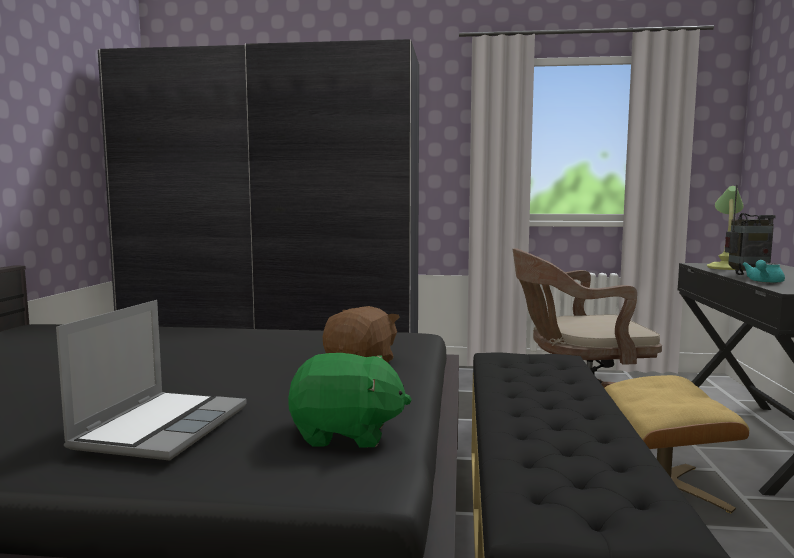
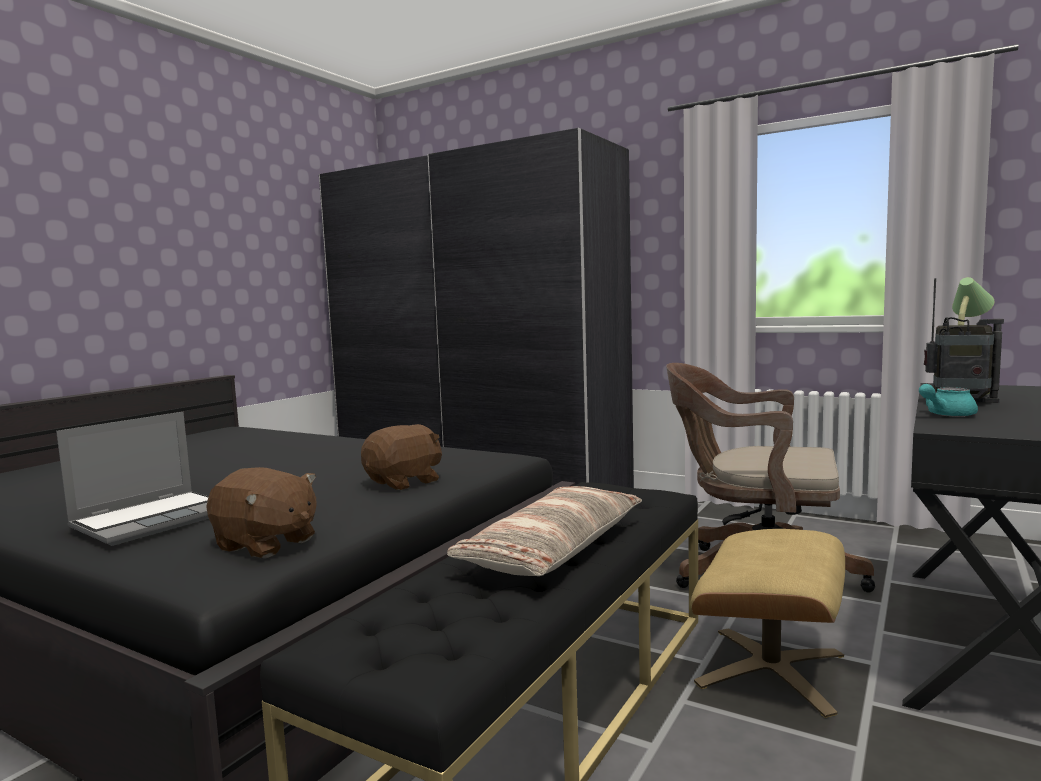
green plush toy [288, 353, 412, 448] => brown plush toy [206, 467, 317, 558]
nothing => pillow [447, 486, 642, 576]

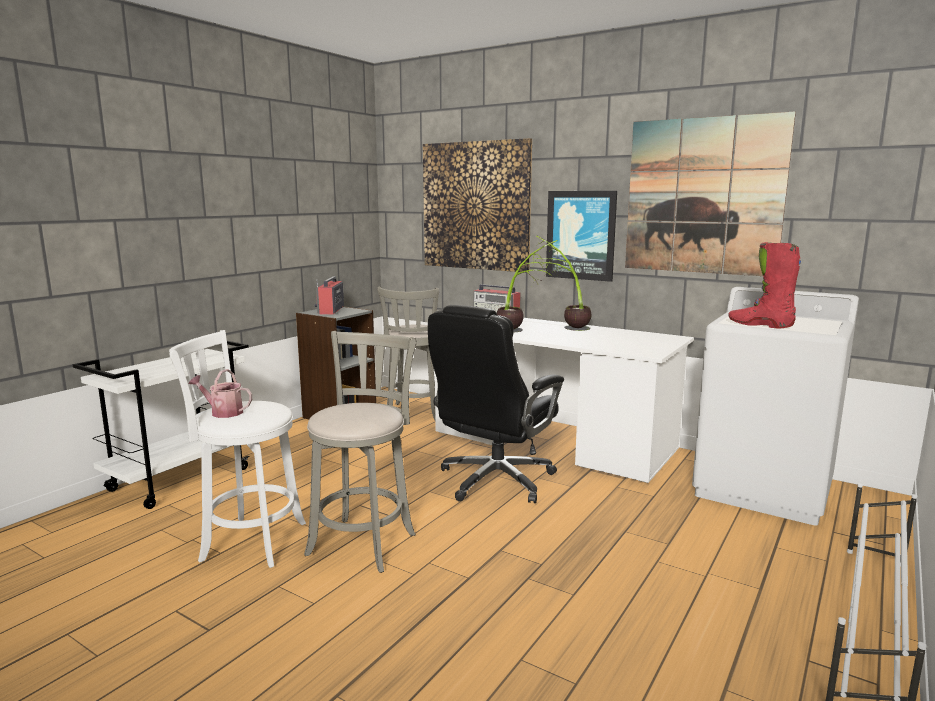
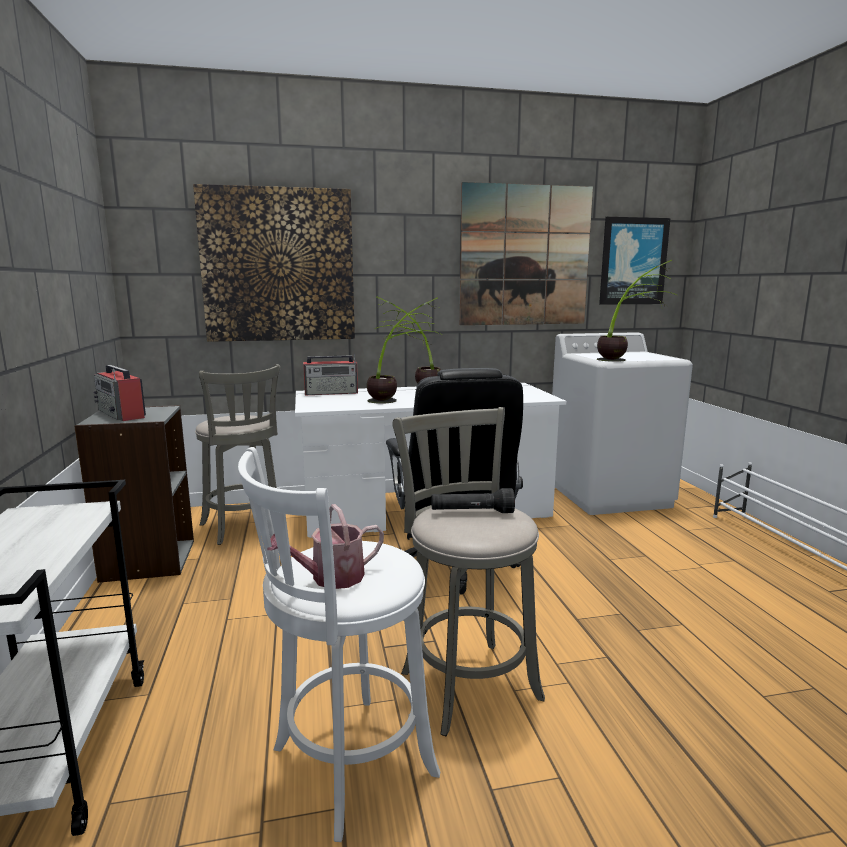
picture [546, 191, 617, 282] => picture [599, 217, 670, 305], relocated
red boot [728, 242, 801, 328] => potted plant [597, 260, 676, 362]
nothing => black flashlight [431, 488, 515, 513]

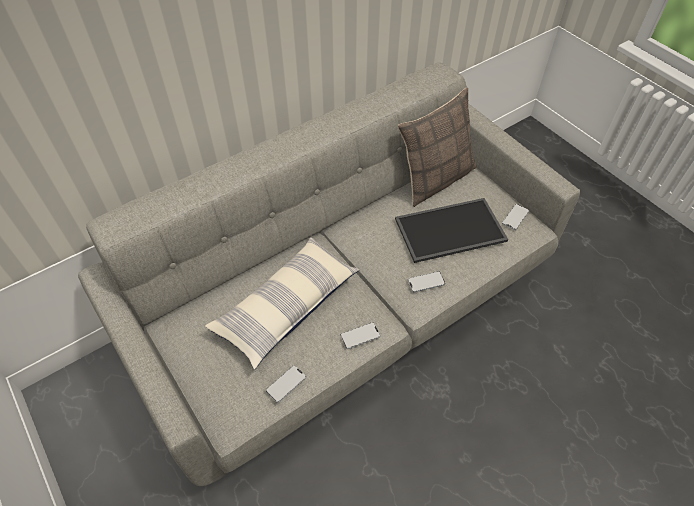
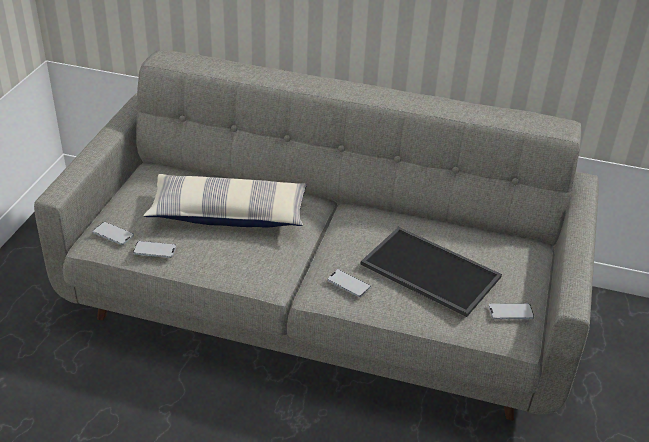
phone [340, 322, 380, 349] => phone [93, 222, 134, 245], relocated
pillow [398, 88, 477, 207] => nothing

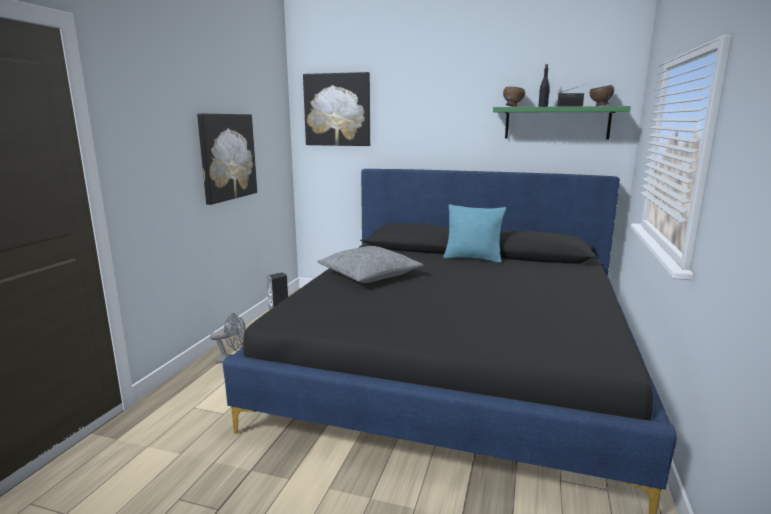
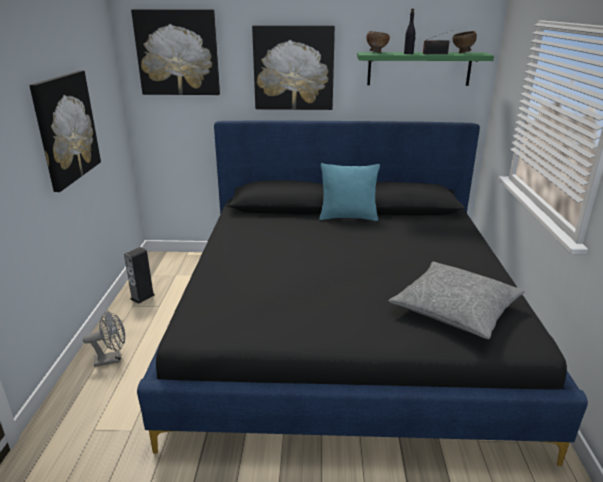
grey pillow [317, 246, 423, 283] => grey pillow [389, 262, 525, 339], relocated
nothing => picture [252, 25, 335, 110]

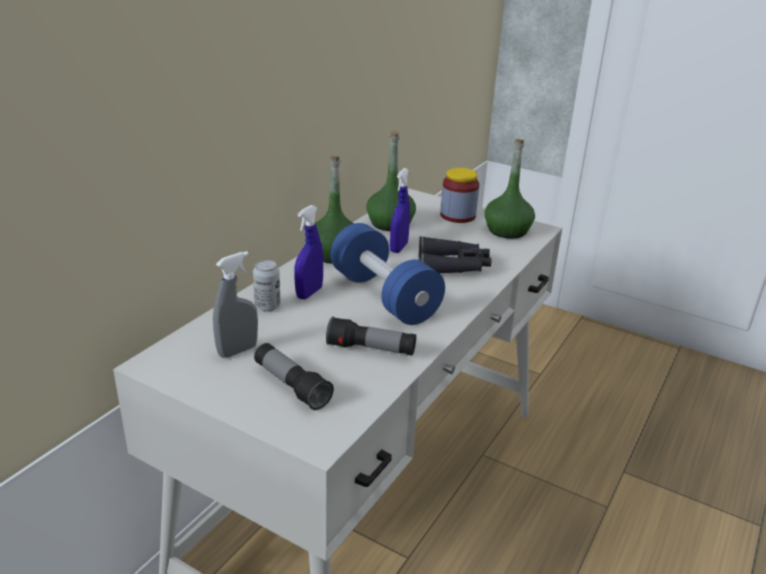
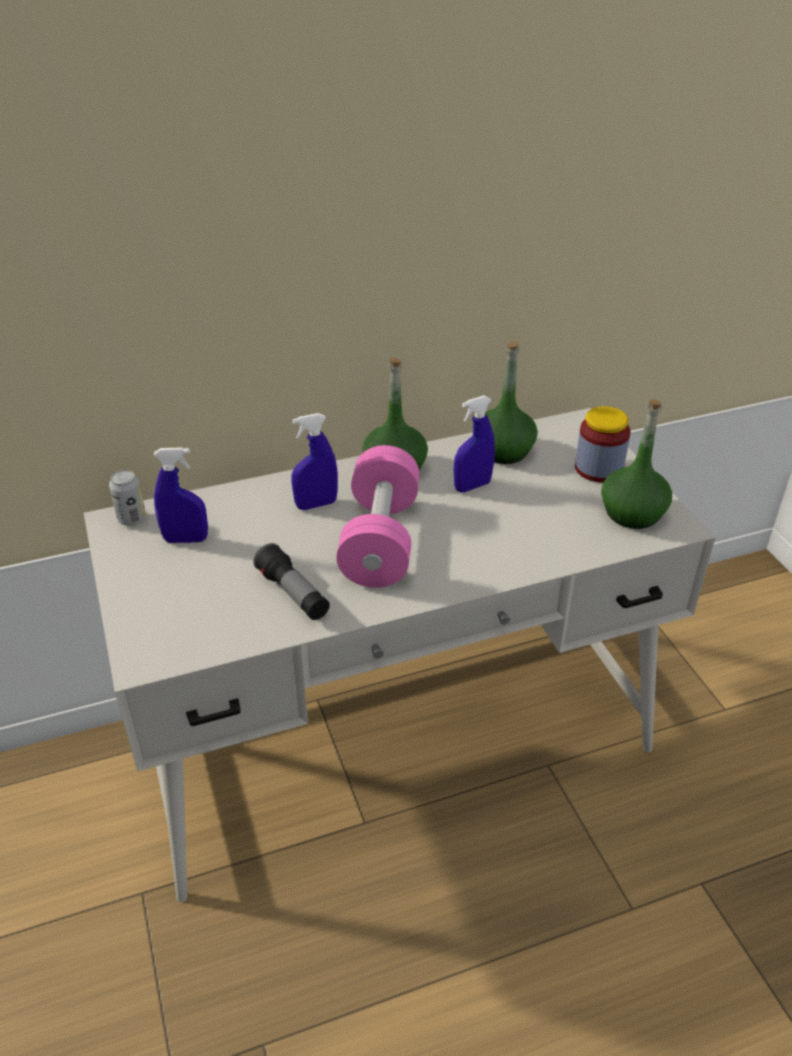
grey spray bottle [213, 251, 258, 358] => blue spray bottle [153, 447, 208, 543]
can [253, 260, 281, 312] => can [109, 470, 146, 526], relocated
flashlight [254, 343, 334, 410] => nothing
blue dumbbell [330, 223, 445, 325] => pink dumbbell [336, 445, 419, 588]
black binoculars [419, 236, 491, 273] => nothing

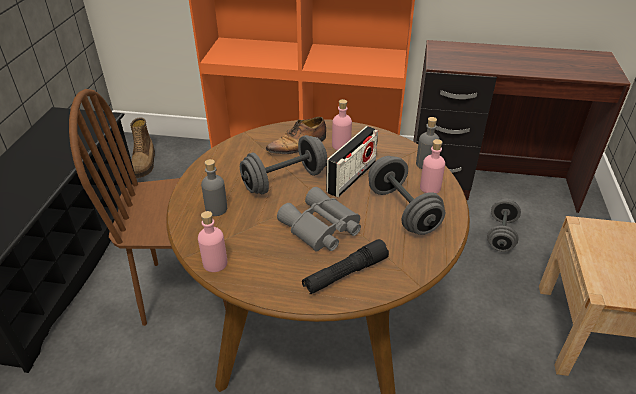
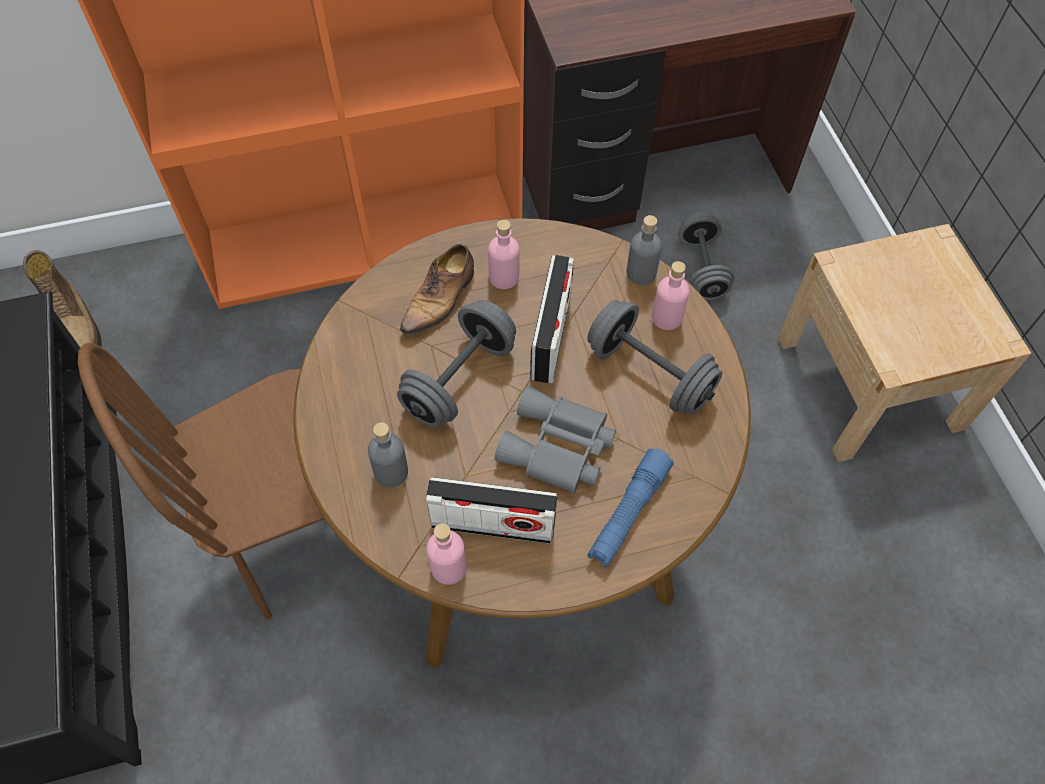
black flashlight [302, 239, 389, 294] => blue flashlight [588, 448, 674, 568]
nothing => radio [426, 477, 557, 544]

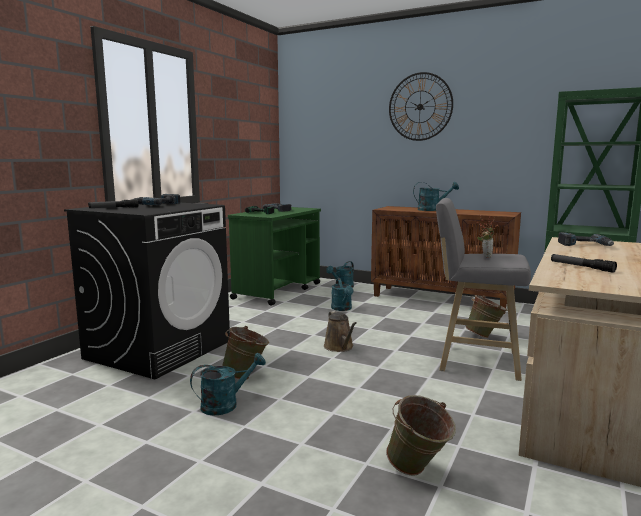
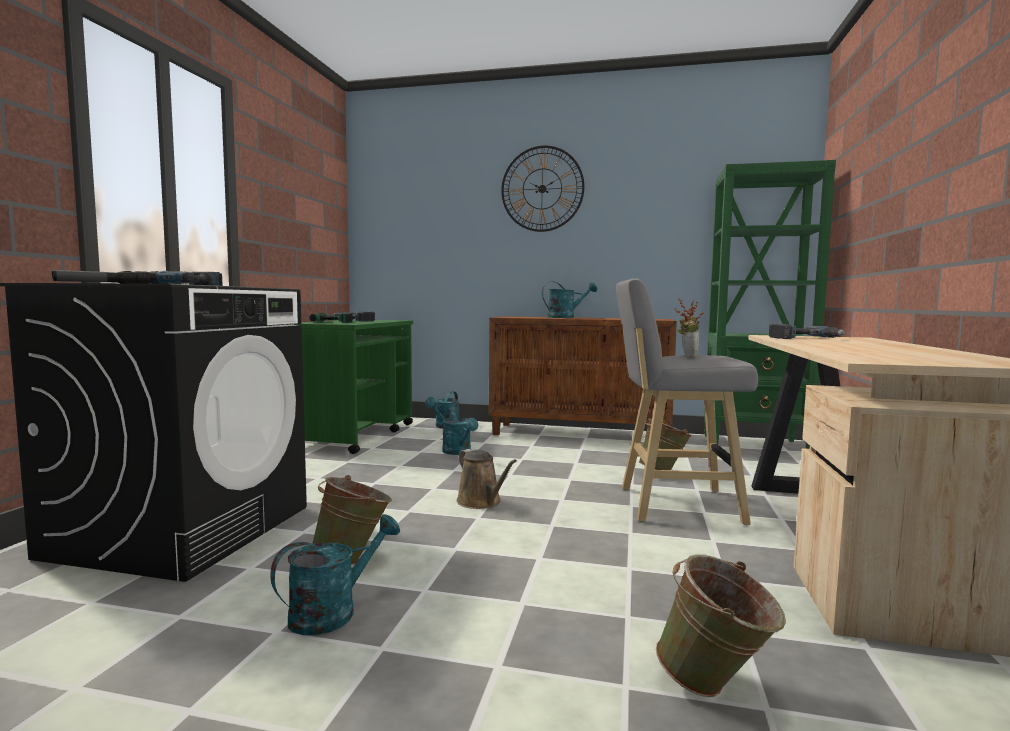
flashlight [551, 254, 617, 273] => nothing

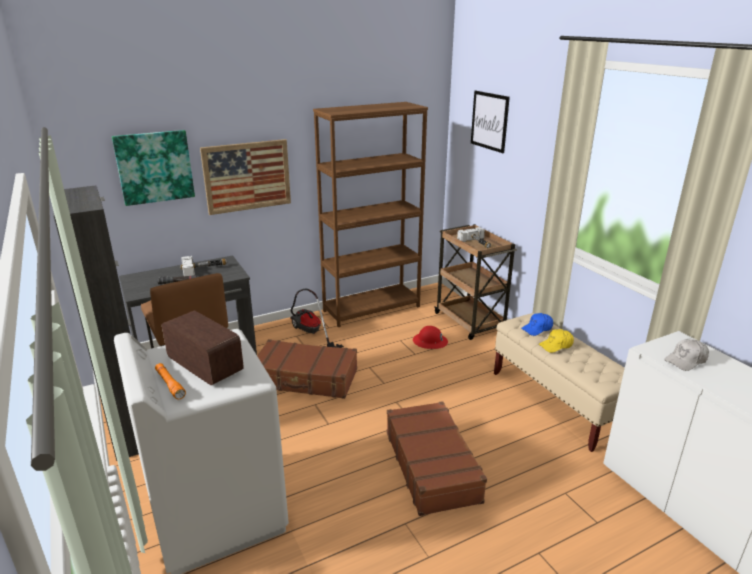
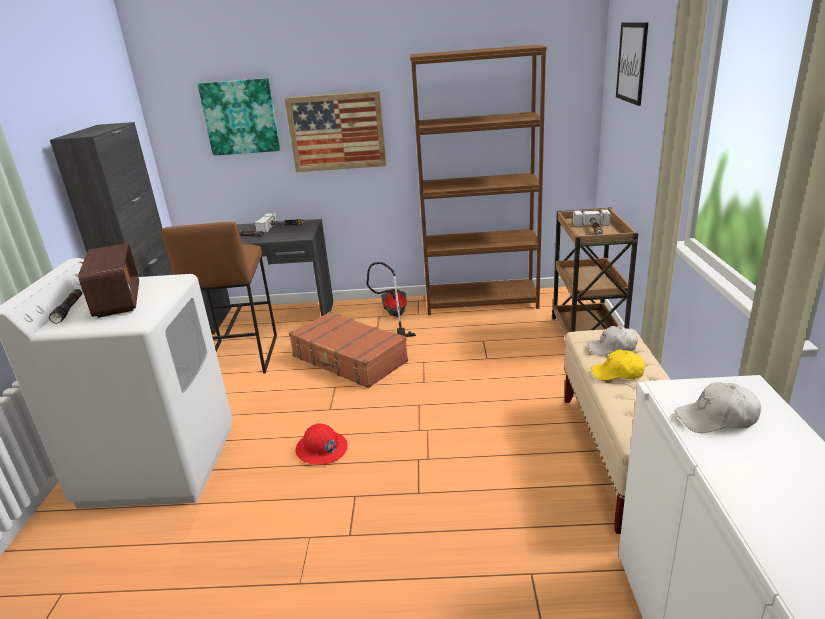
orange flashlight [155, 363, 186, 399] => black flashlight [49, 289, 82, 324]
brown suitcase [387, 401, 487, 516] => nothing
red hard hat [413, 326, 448, 349] => red hard hat [296, 423, 348, 465], relocated
blue cap [521, 313, 553, 336] => white cap [588, 326, 637, 355]

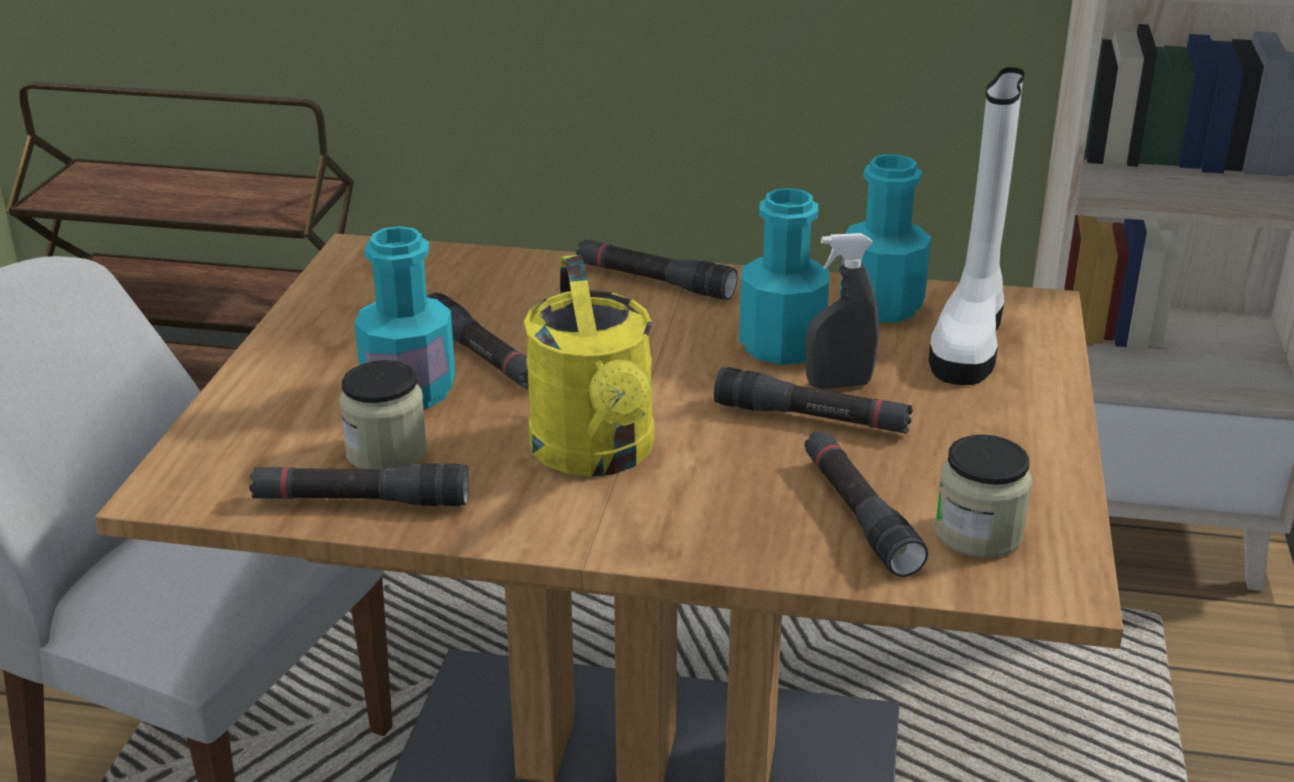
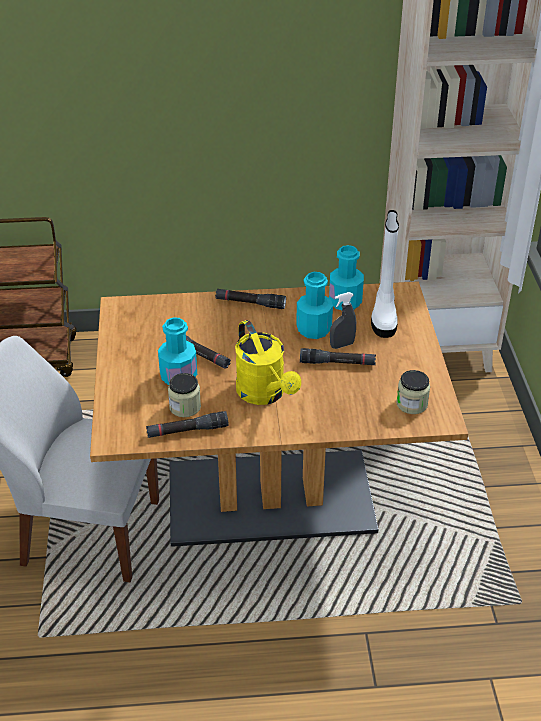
black flashlight [804, 431, 928, 577] => nothing

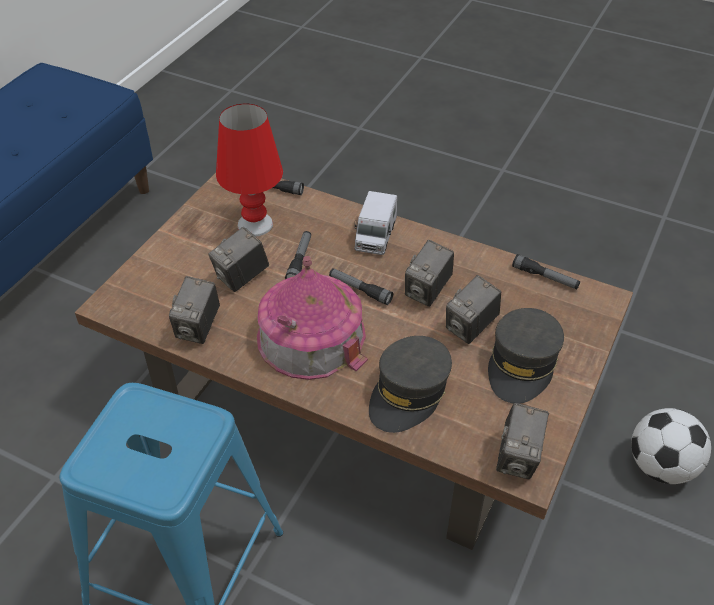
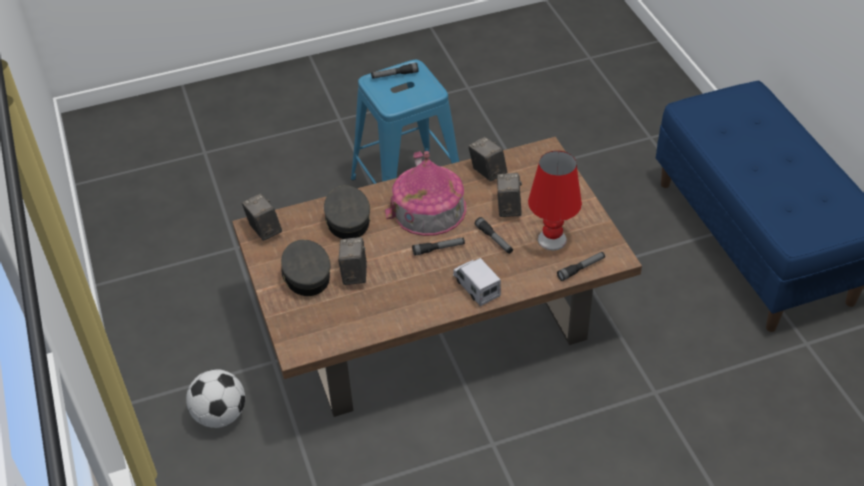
photo camera [405, 240, 454, 307] => nothing
flashlight [512, 254, 580, 289] => flashlight [371, 63, 419, 79], relocated

